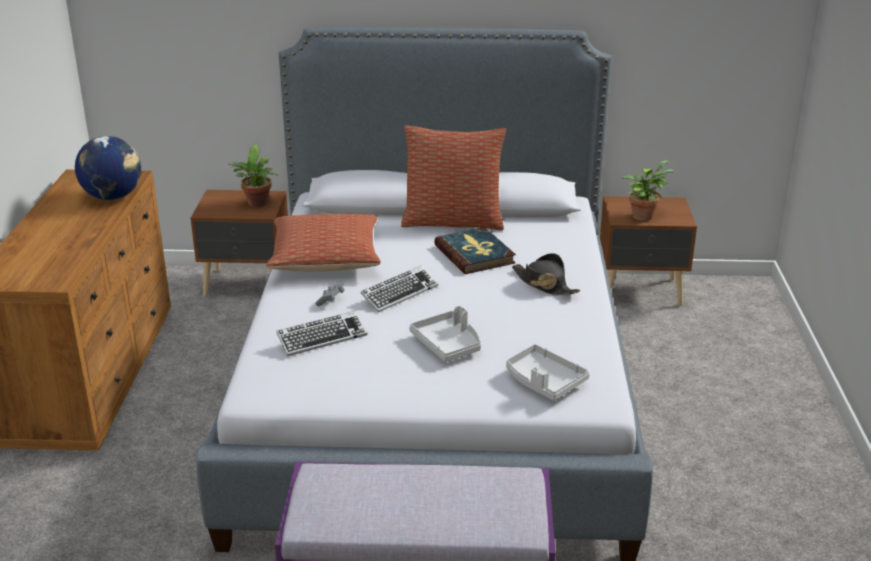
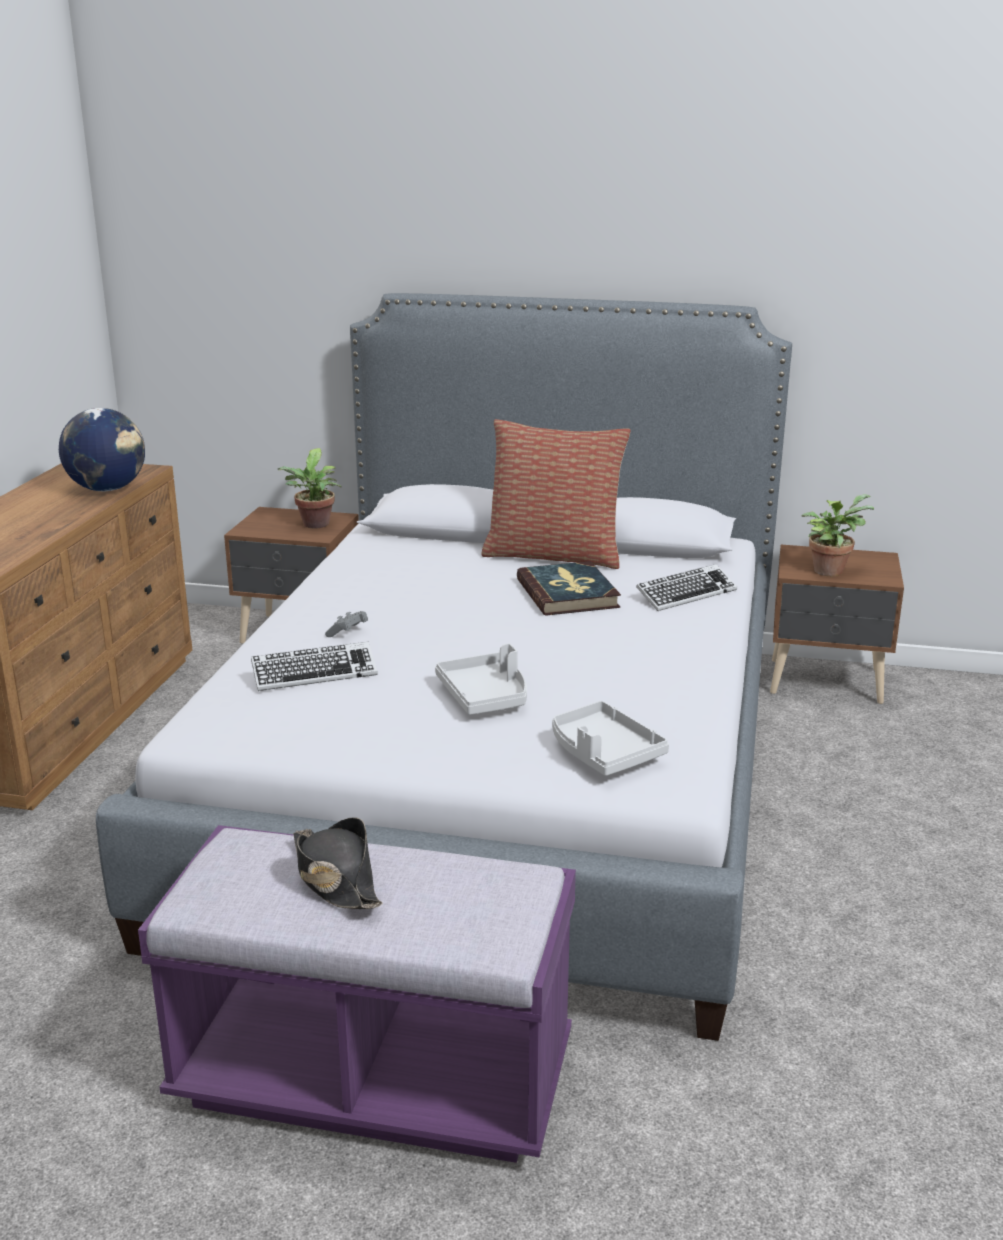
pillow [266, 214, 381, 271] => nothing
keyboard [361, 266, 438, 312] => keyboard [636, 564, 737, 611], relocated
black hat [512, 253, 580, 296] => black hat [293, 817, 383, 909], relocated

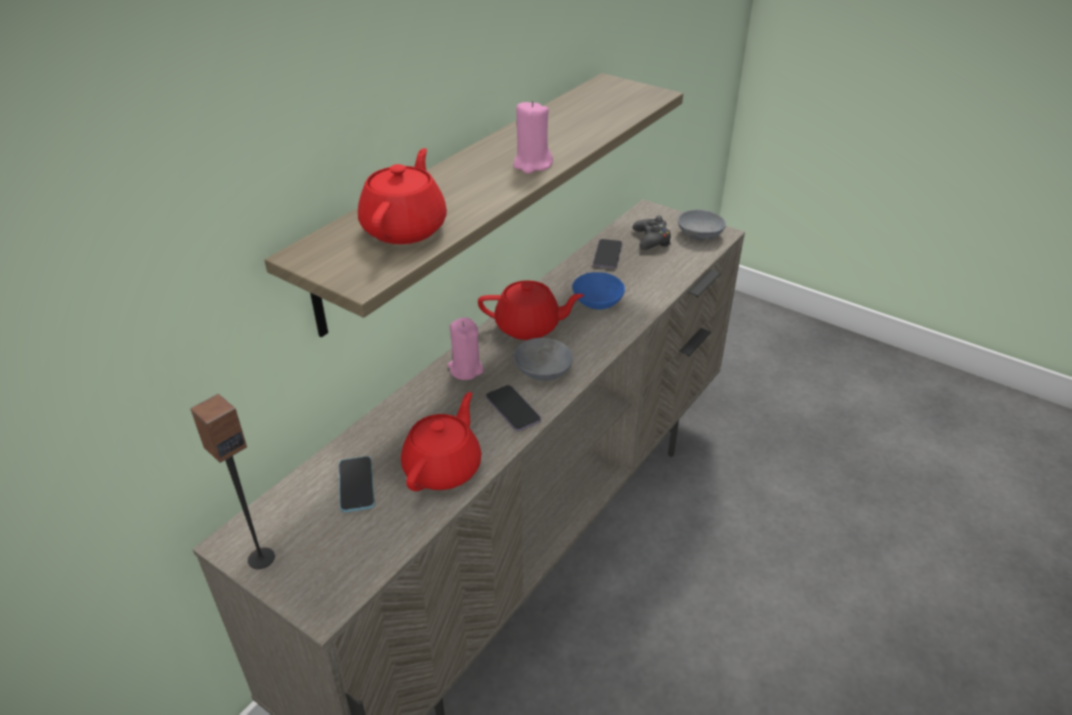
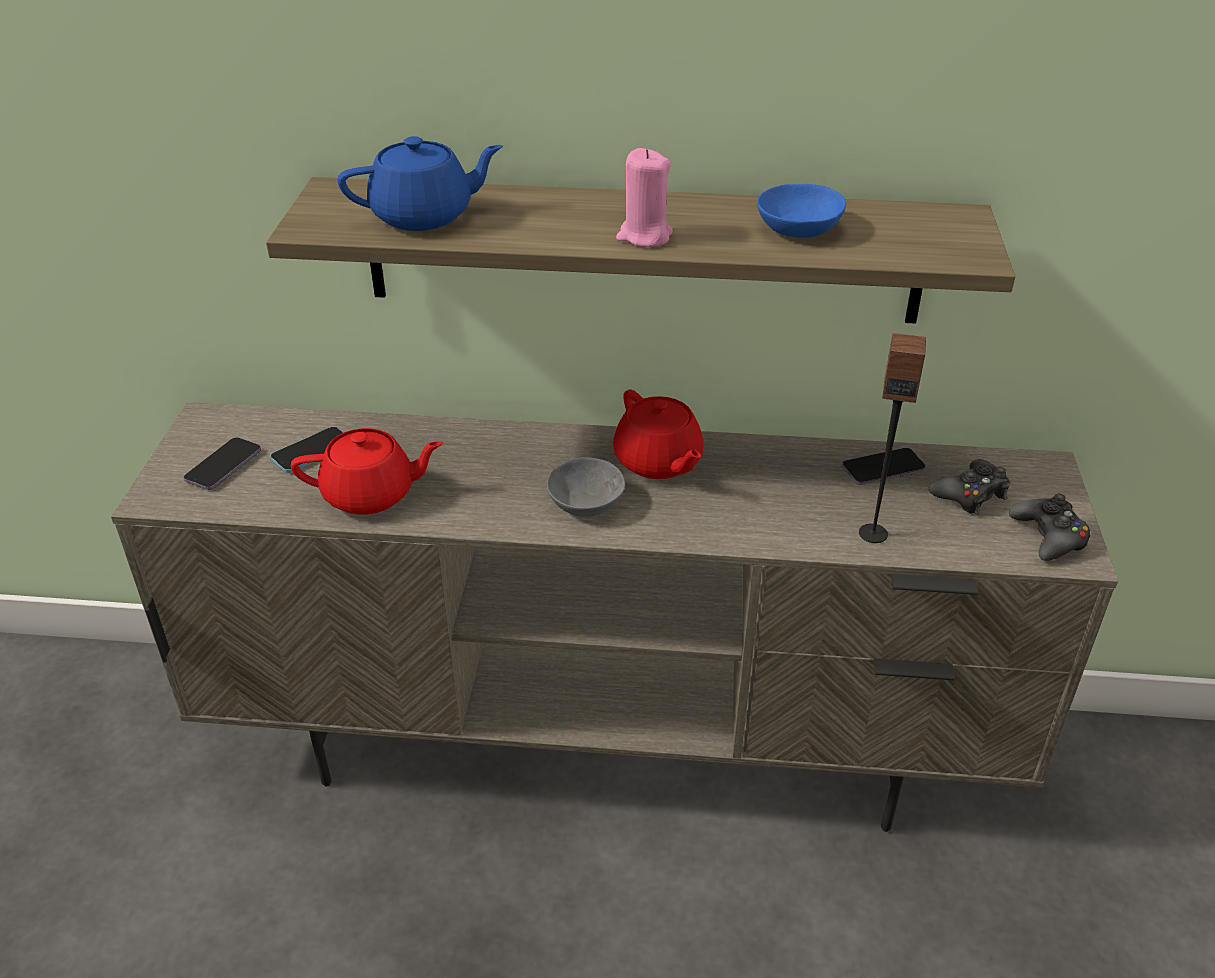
speaker [190, 394, 275, 569] => speaker [859, 333, 926, 543], relocated
red teapot [358, 148, 447, 244] => blue teapot [338, 136, 503, 231]
pink candle [447, 318, 484, 380] => nothing
phone [486, 385, 541, 431] => phone [184, 437, 261, 490], relocated
blue bowl [572, 272, 625, 310] => blue bowl [757, 184, 846, 238], relocated
grey bowl [678, 210, 726, 240] => black game controller [1009, 494, 1090, 561]

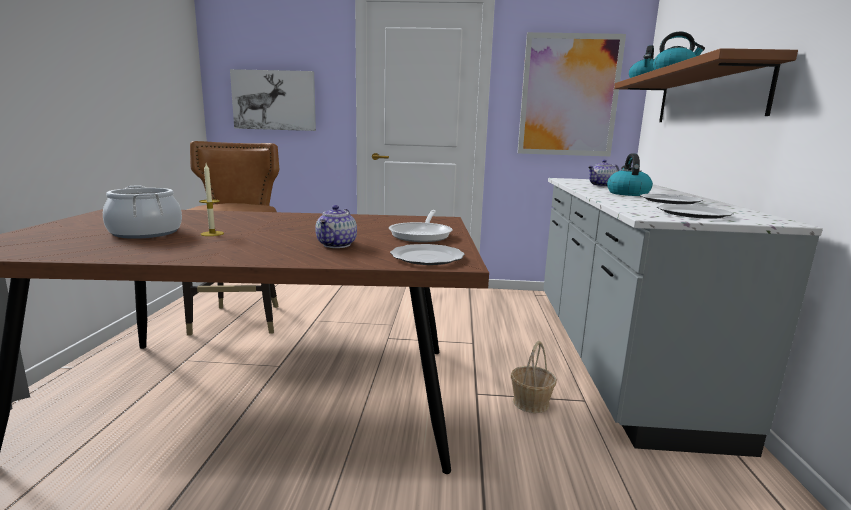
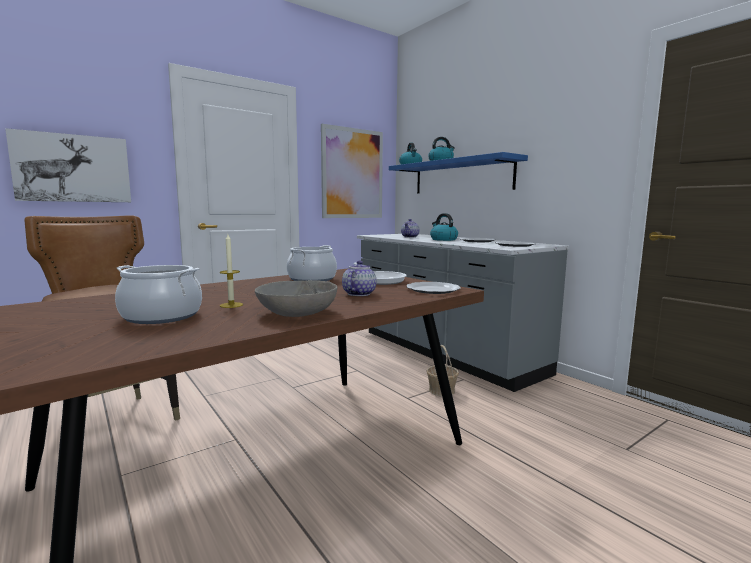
teapot [315, 205, 357, 248] => teapot [342, 261, 376, 296], 135 degrees counterclockwise
brown shelf [614, 48, 798, 122] => blue shelf [389, 152, 528, 193]
nothing => grey bowl [255, 280, 337, 317]
nothing => cooking pot [287, 245, 337, 281]

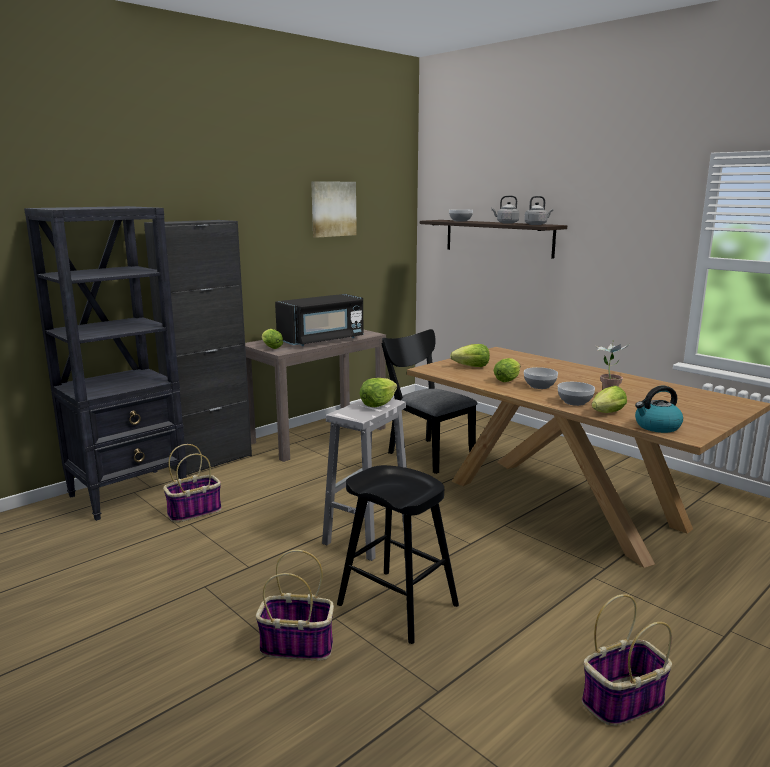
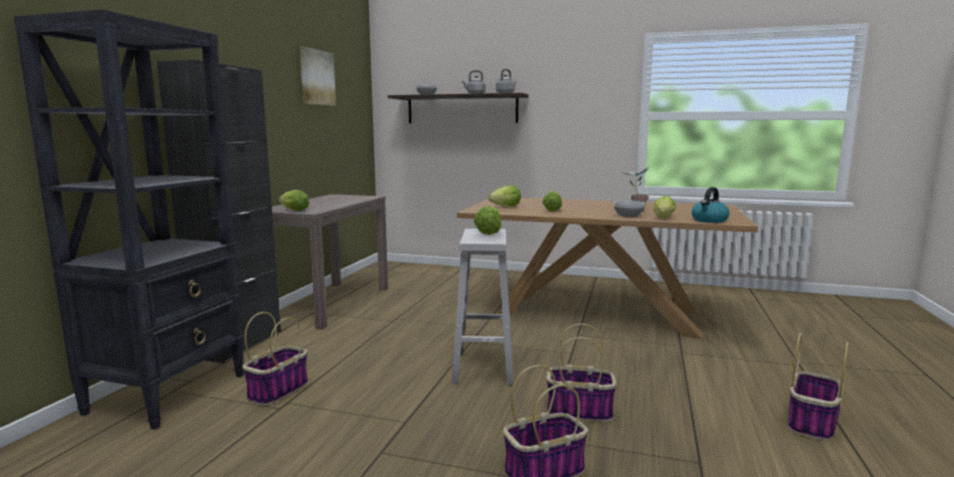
black microwave [275, 294, 364, 346] => nothing
black stool [337, 465, 459, 644] => basket [547, 323, 617, 422]
black chair [381, 329, 478, 474] => nothing
bowl [524, 367, 558, 389] => nothing

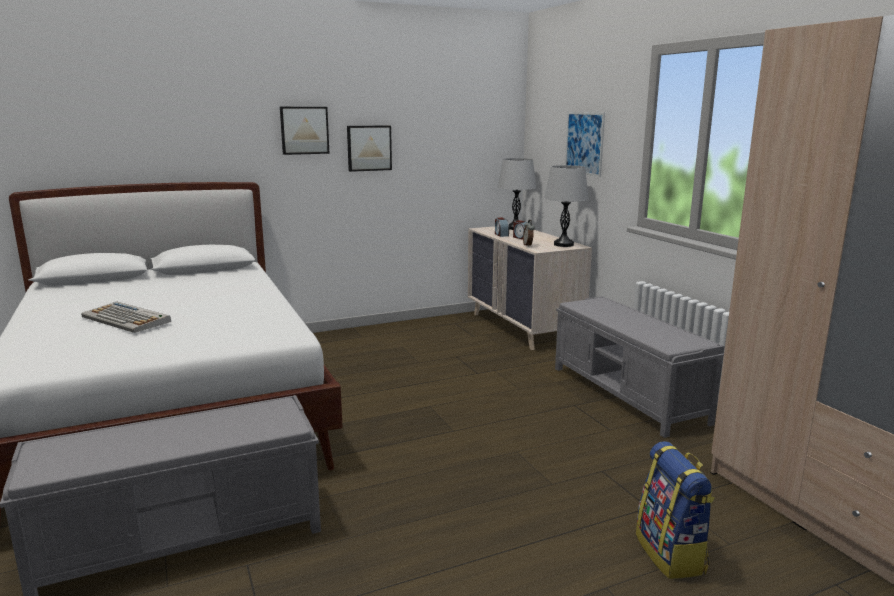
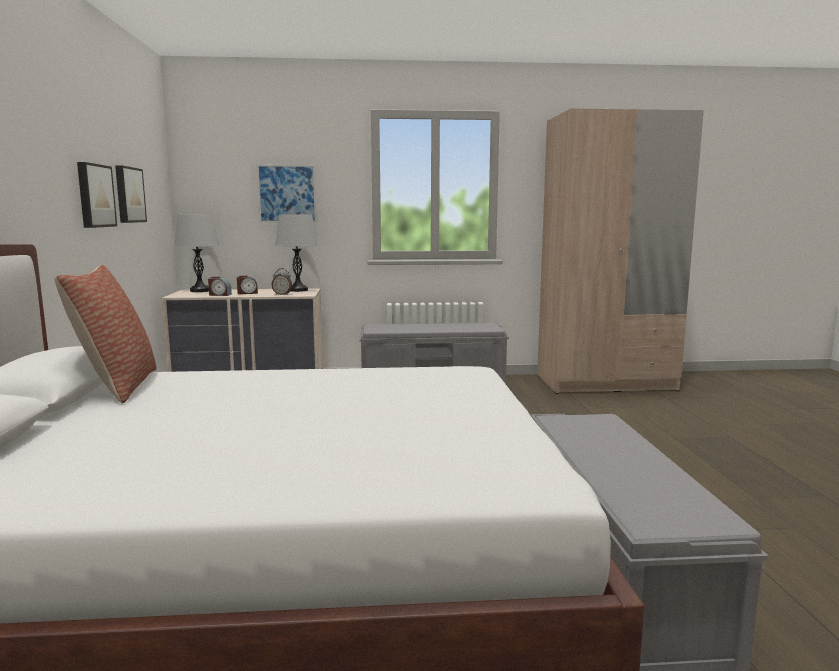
keyboard [81, 302, 171, 333] => nothing
picture [280, 107, 330, 155] => picture [115, 165, 147, 223], relocated
backpack [636, 441, 715, 579] => nothing
nothing => pillow [54, 265, 156, 404]

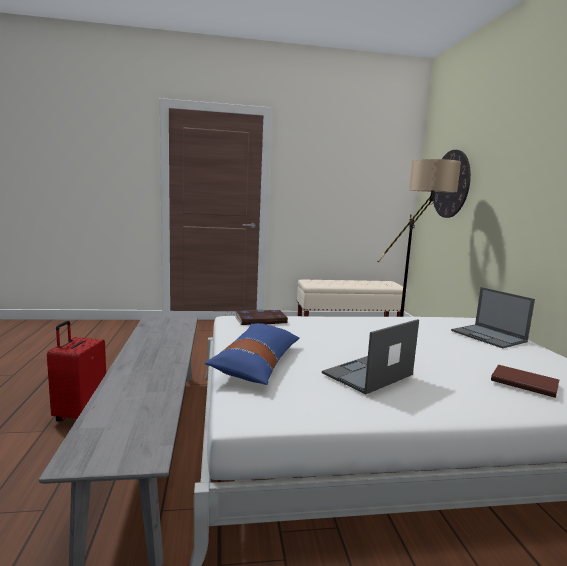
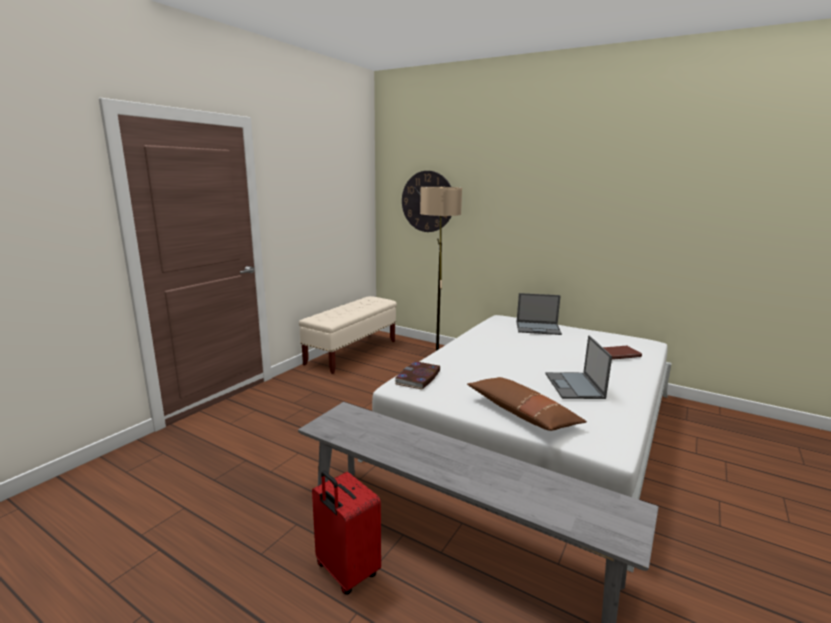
blue pillow [204, 323, 299, 385] => brown pillow [467, 377, 587, 431]

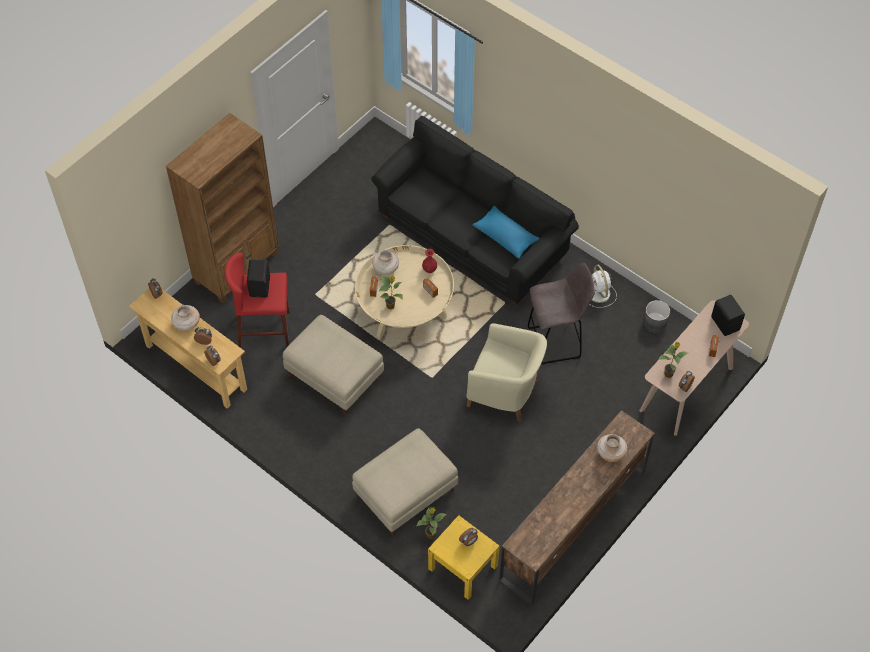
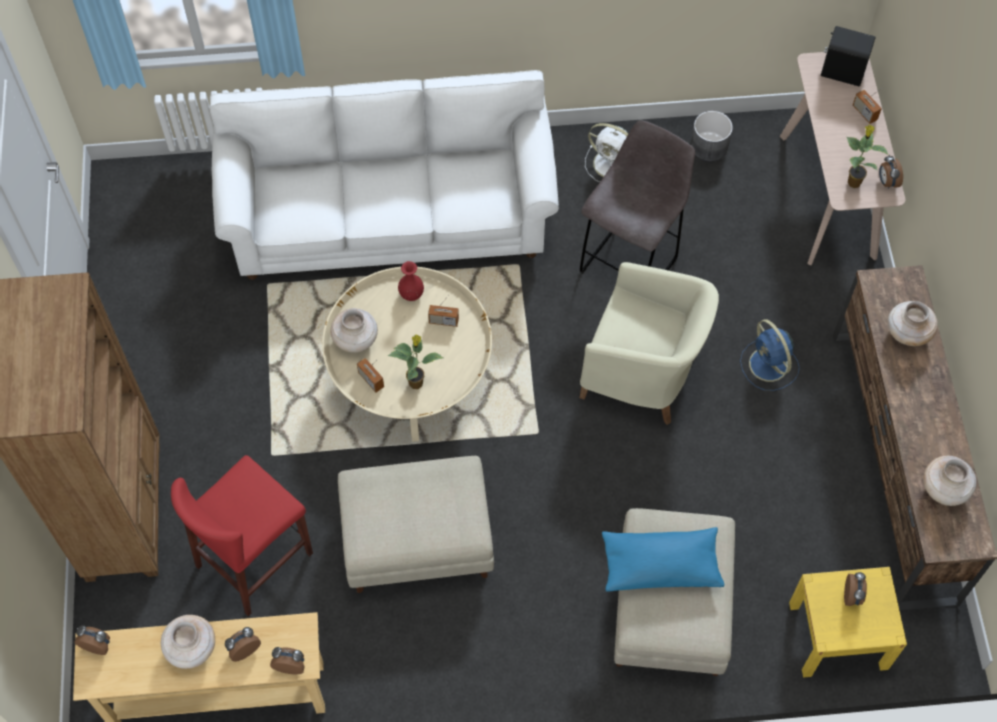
black speaker [247, 259, 270, 298] => nothing
black sofa [371, 116, 579, 305] => white sofa [209, 70, 559, 280]
potted plant [416, 507, 447, 539] => nothing
beige armchair [466, 323, 547, 422] => beige armchair [580, 262, 719, 425], 45 degrees clockwise
blue pillow [473, 206, 539, 259] => blue pillow [602, 527, 724, 591], relocated
nothing => blue fan [740, 319, 799, 391]
nothing => beige vase [924, 456, 976, 506]

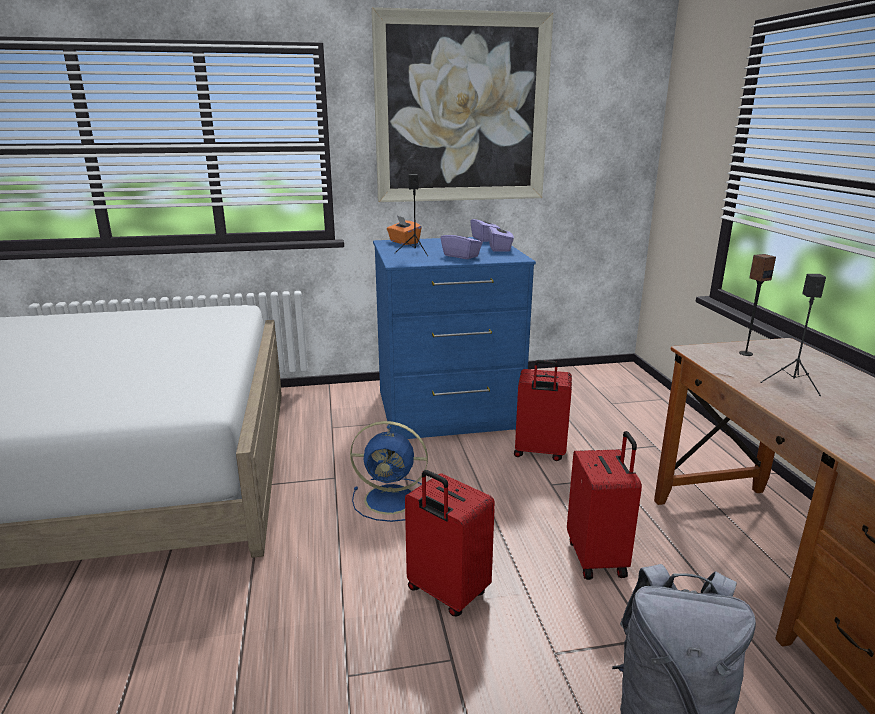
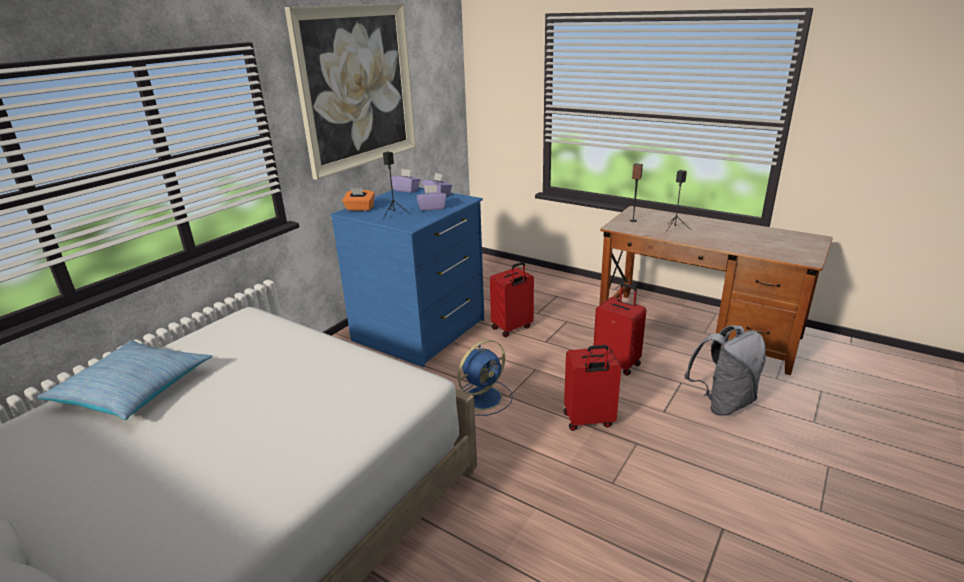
nothing => pillow [38, 340, 212, 420]

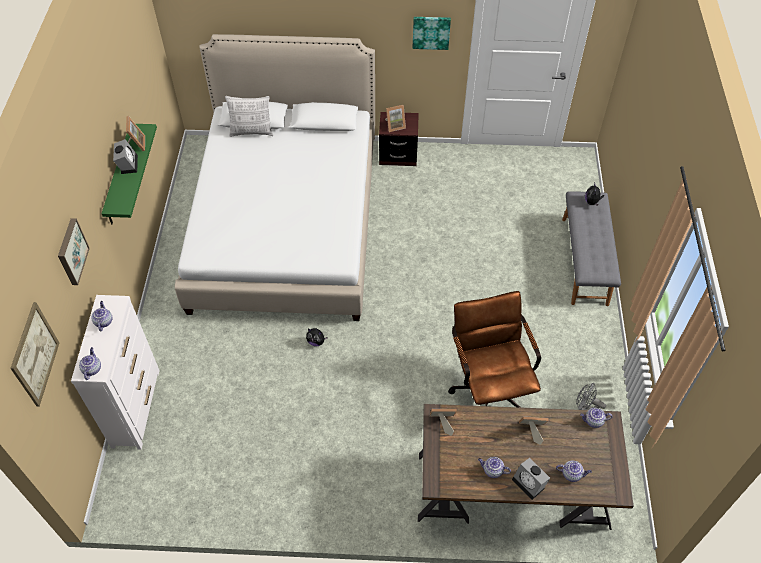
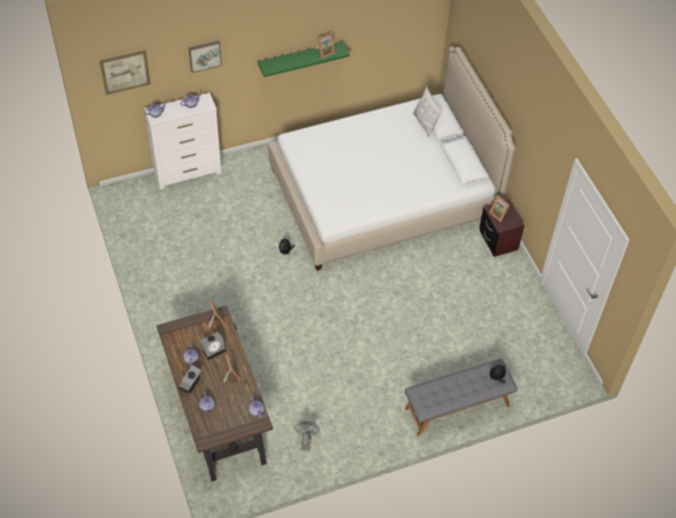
alarm clock [113, 139, 138, 174] => alarm clock [200, 332, 226, 360], relocated
picture [413, 17, 451, 50] => nothing
brown office chair [448, 291, 541, 408] => nothing

